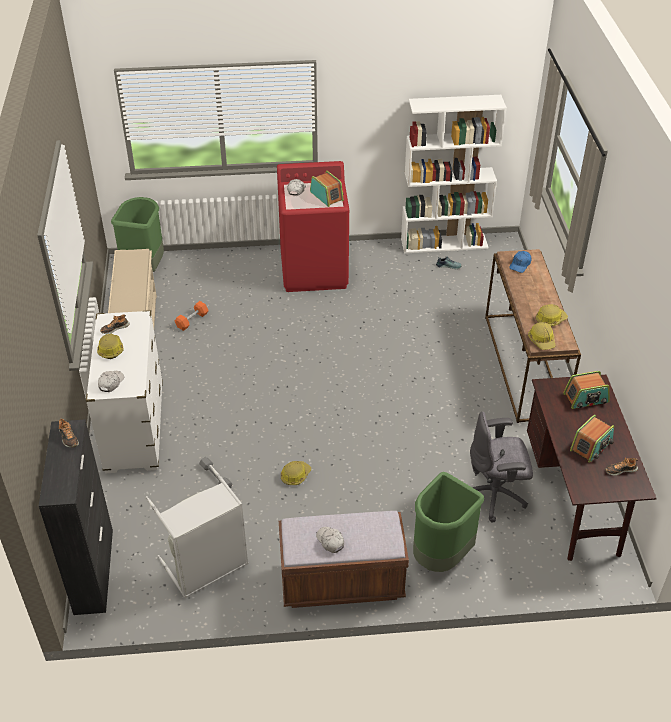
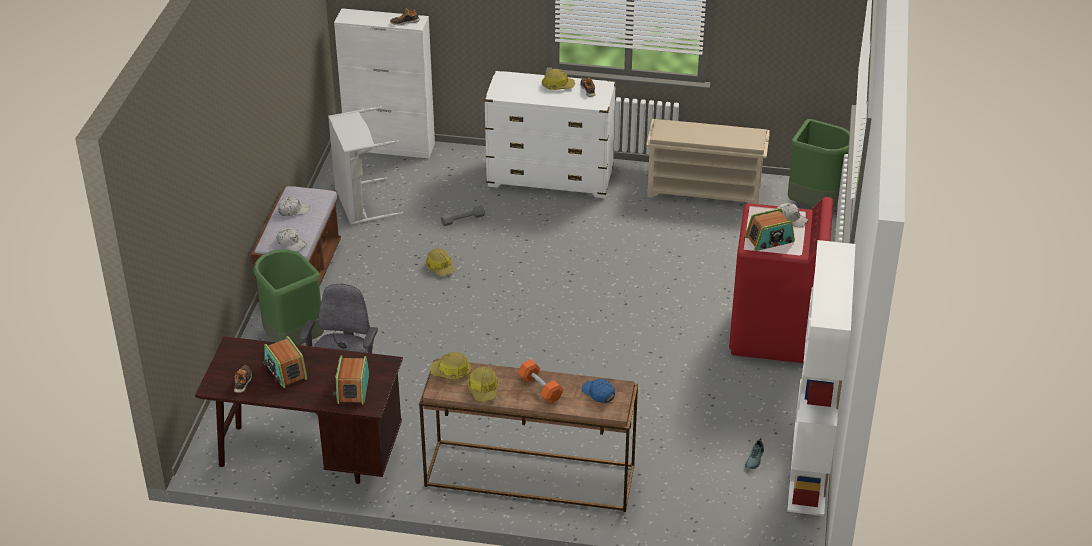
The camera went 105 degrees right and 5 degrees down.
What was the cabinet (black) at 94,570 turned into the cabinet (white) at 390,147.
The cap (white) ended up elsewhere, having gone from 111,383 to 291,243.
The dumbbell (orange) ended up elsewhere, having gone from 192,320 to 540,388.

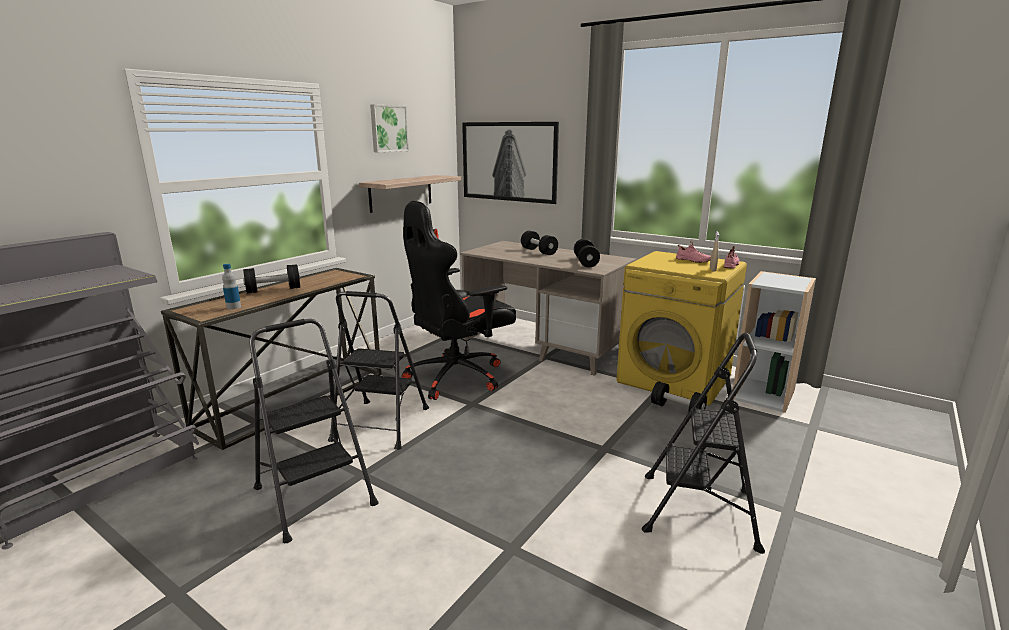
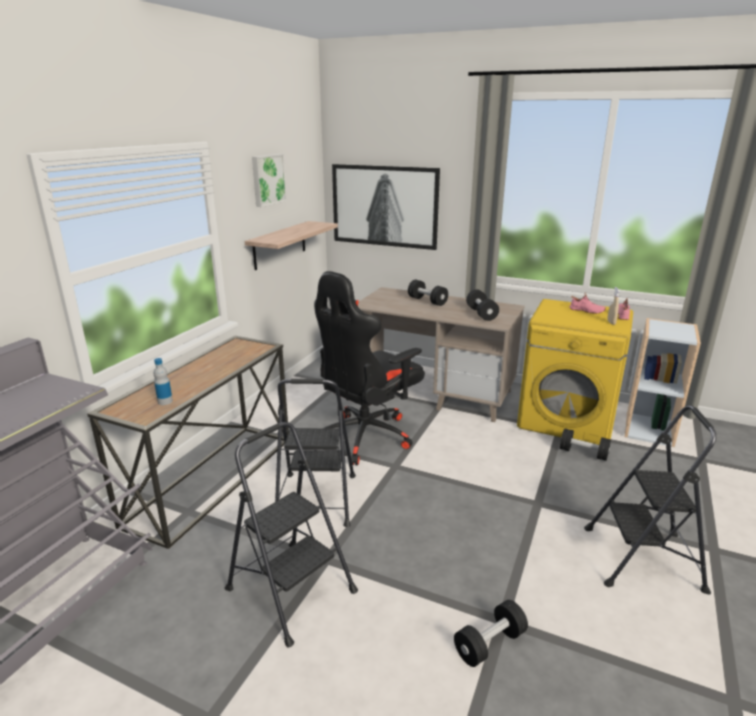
The camera went 10 degrees left and 5 degrees up.
The dumbbell (black) ended up elsewhere, having gone from 273,290 to 489,644.

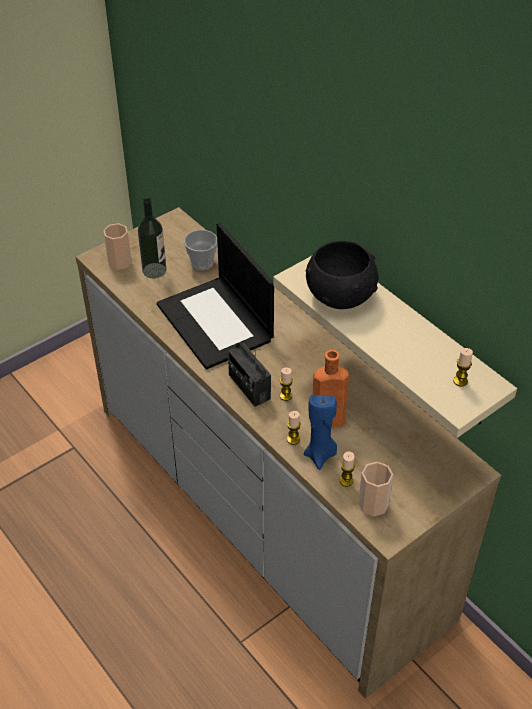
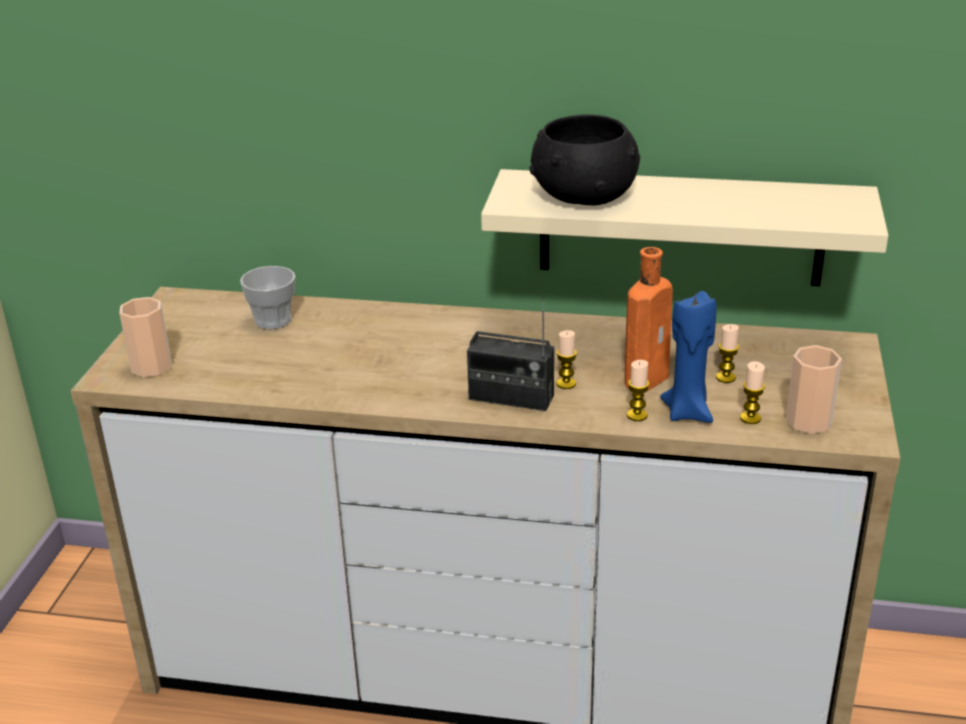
The camera went 40 degrees left and 15 degrees down.
The second view lost the bottle at 154,270.
The second view lost the laptop at 216,323.
The candle ended up elsewhere, having gone from 460,381 to 725,377.

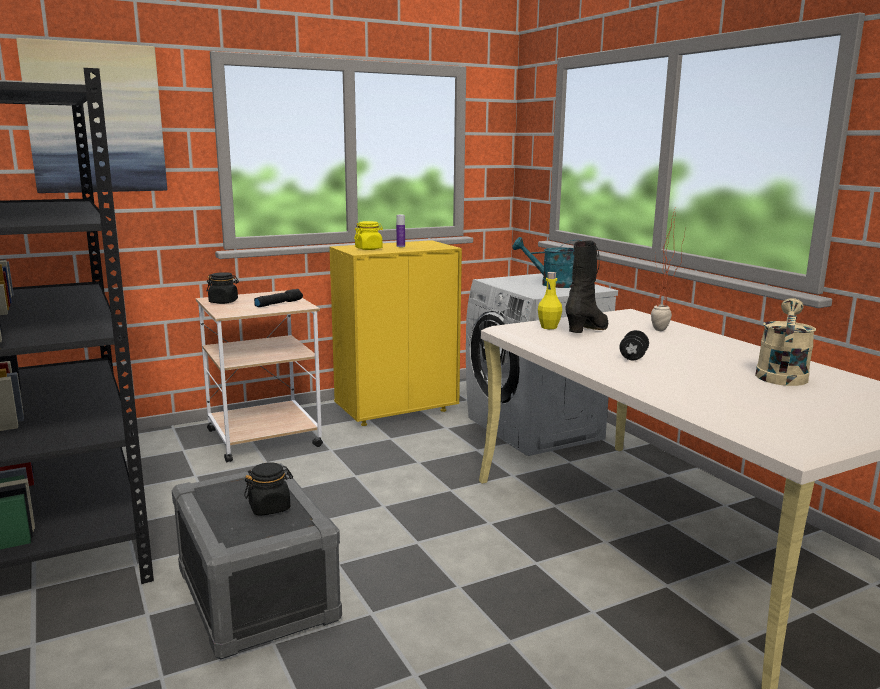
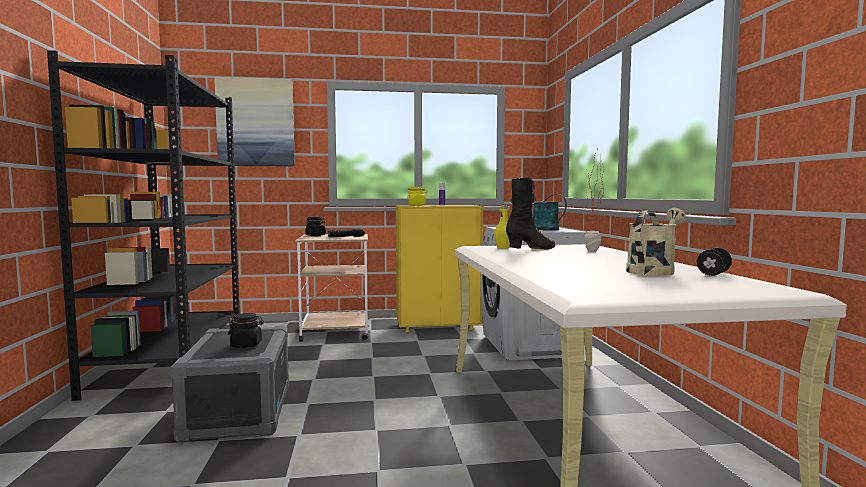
The camera went 20 degrees right and 10 degrees down.
The dumbbell (black) ended up elsewhere, having gone from 633,357 to 713,274.

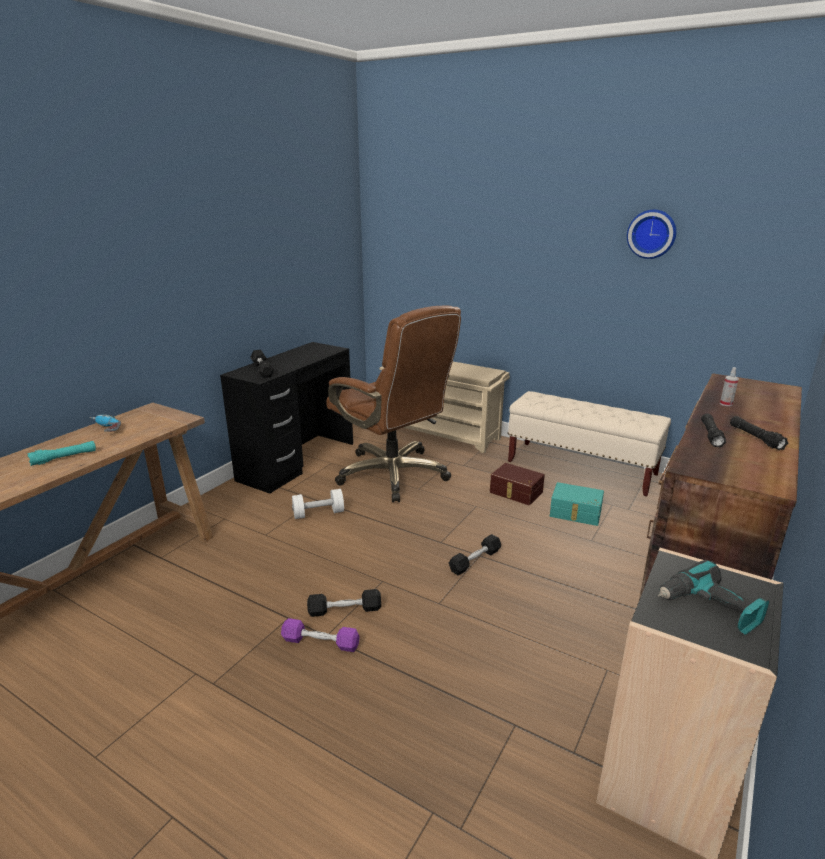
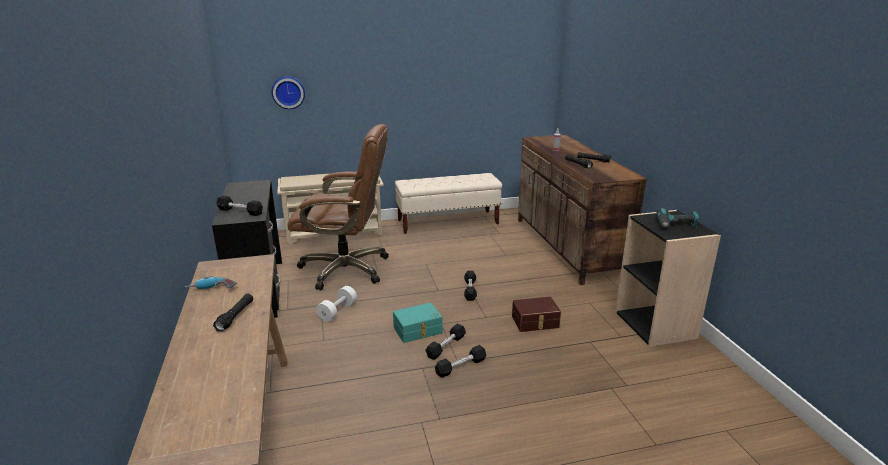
The camera went 45 degrees left and 0 degrees up.
What was the flashlight (turquoise) at 64,458 turned into the flashlight (black) at 235,316.
What was the dumbbell (purple) at 320,642 turned into the dumbbell (black) at 461,366.
The storage box (brown) ended up elsewhere, having gone from 515,492 to 535,322.
The storage box (turquoise) ended up elsewhere, having gone from 575,513 to 418,330.
The wall clock ended up elsewhere, having gone from 652,234 to 288,92.

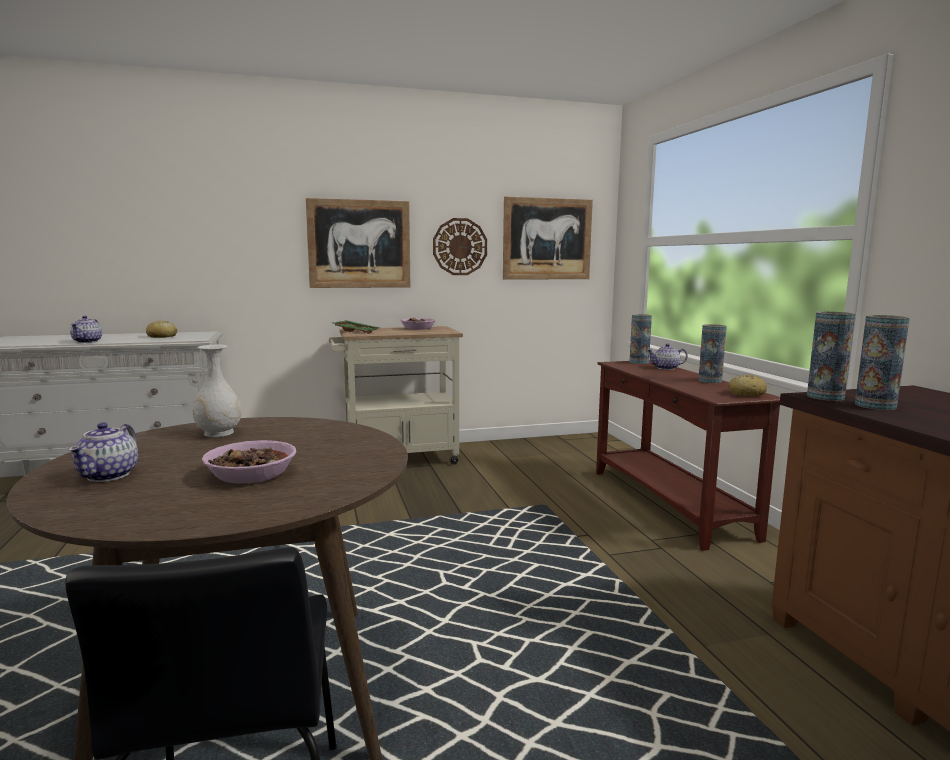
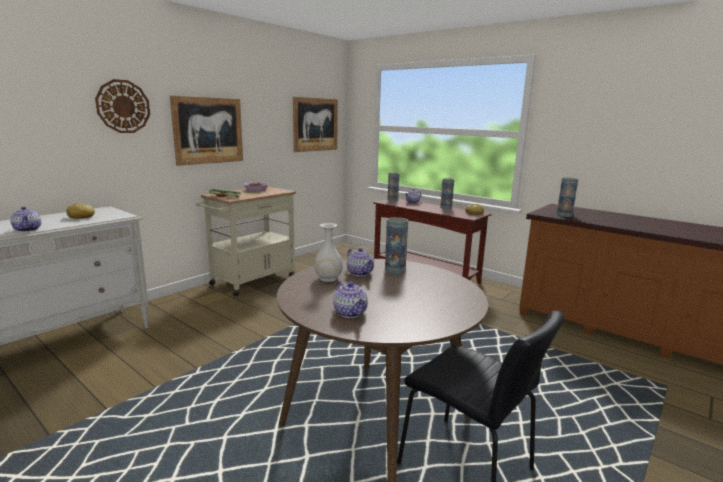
The camera went 35 degrees left and 5 degrees up.
The second view lost the bowl at 251,474.
The wall clock ended up elsewhere, having gone from 460,247 to 123,106.
The vase ended up elsewhere, having gone from 825,396 to 395,270.
The second view gained the teapot at 360,273.

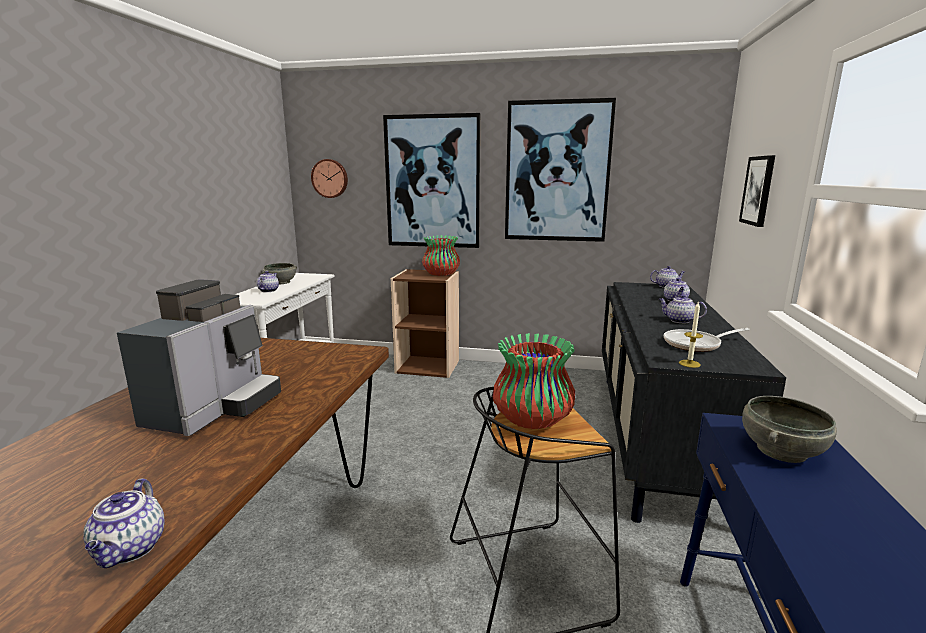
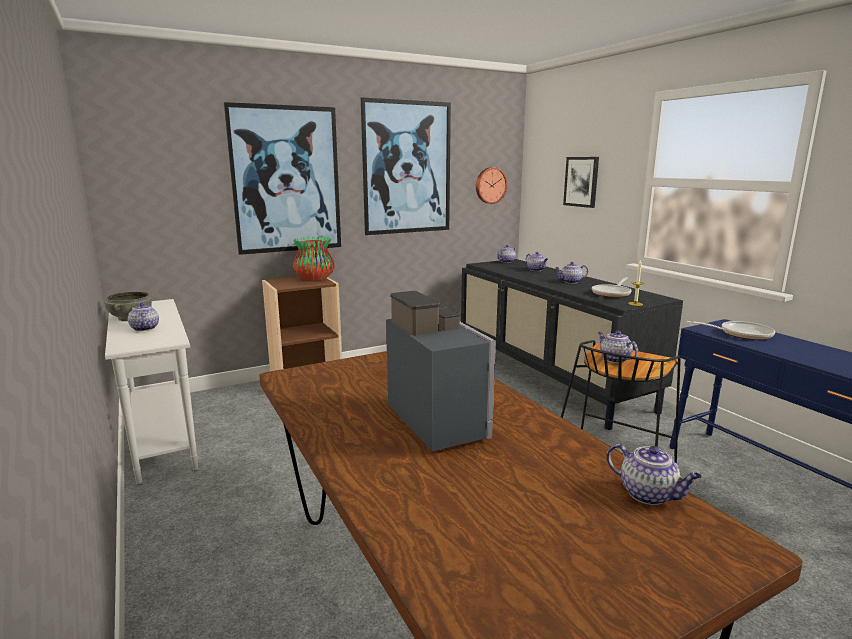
The camera went 40 degrees left and 0 degrees up.
The wall clock ended up elsewhere, having gone from 330,178 to 490,185.
Where the vase stood at 532,419, the teapot came to stand at 614,359.
Where the bowl (grey) stood at 780,450, the frying pan came to stand at 741,334.

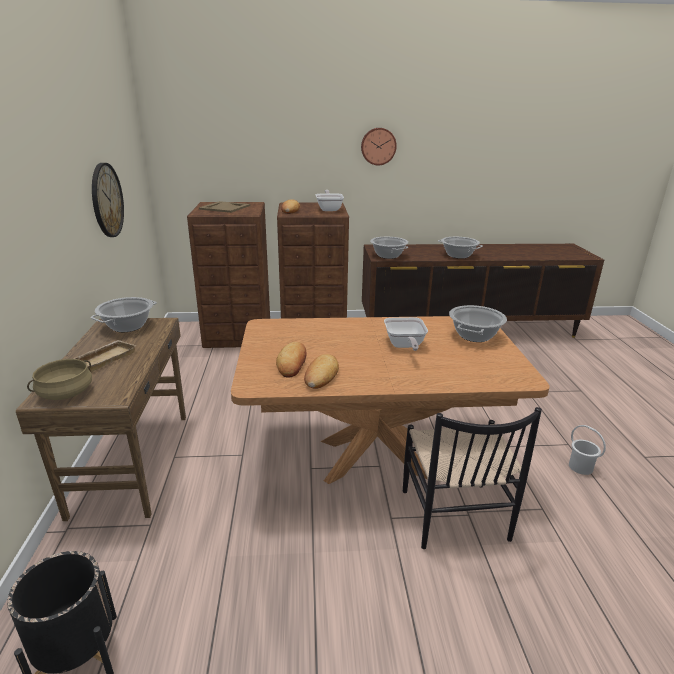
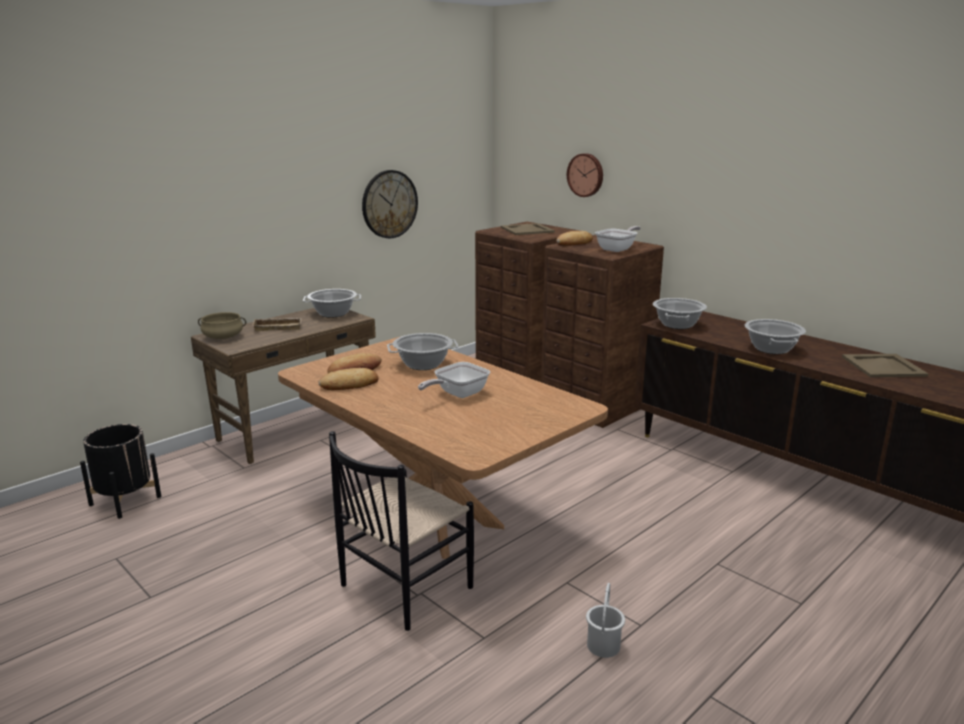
The camera went 50 degrees right and 5 degrees down.
The wall clock ended up elsewhere, having gone from 378,146 to 586,175.
The cooking pot ended up elsewhere, having gone from 474,335 to 423,364.
The second view gained the tray (beige) at 884,366.

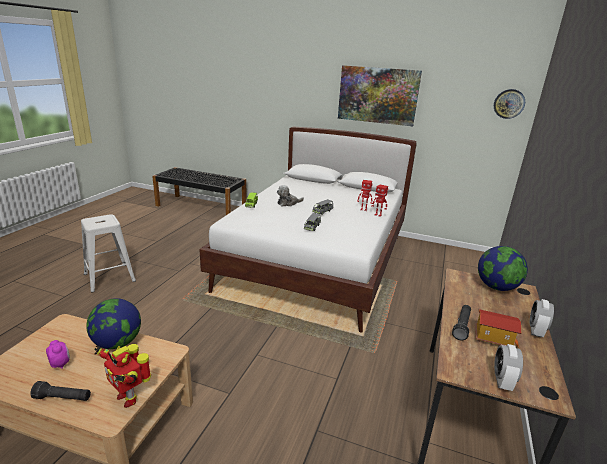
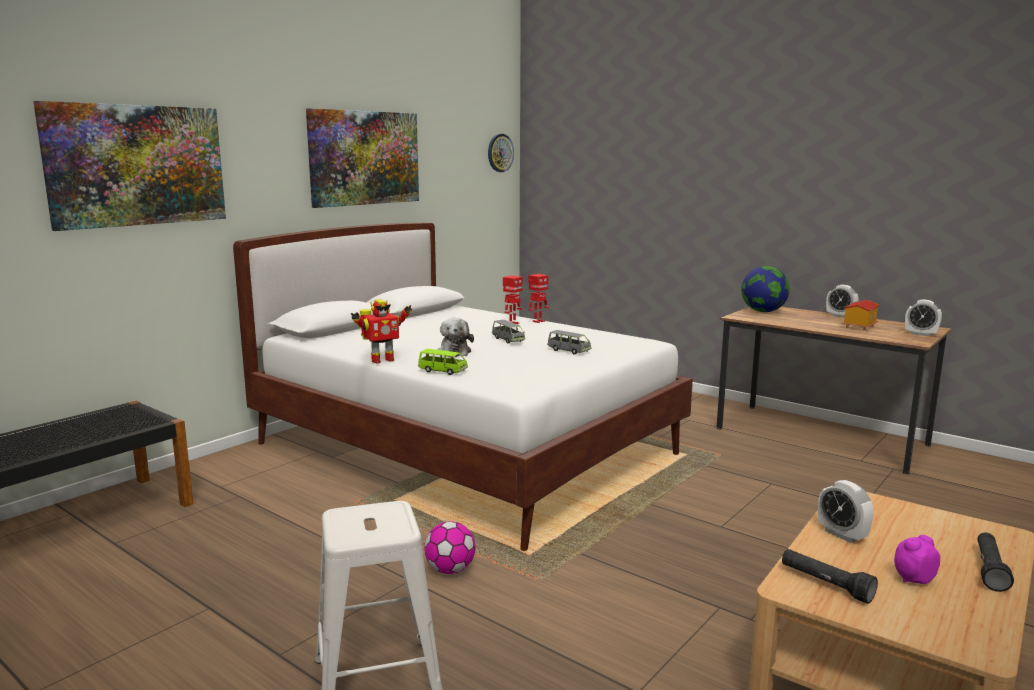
The camera went 70 degrees left and 10 degrees down.
Where the globe stood at 117,343, the alarm clock came to stand at 842,534.
The toy robot ended up elsewhere, having gone from 128,397 to 381,360.
The flashlight (black) ended up elsewhere, having gone from 461,326 to 825,584.
The second view gained the picture at 137,165.
The second view gained the football at 450,570.

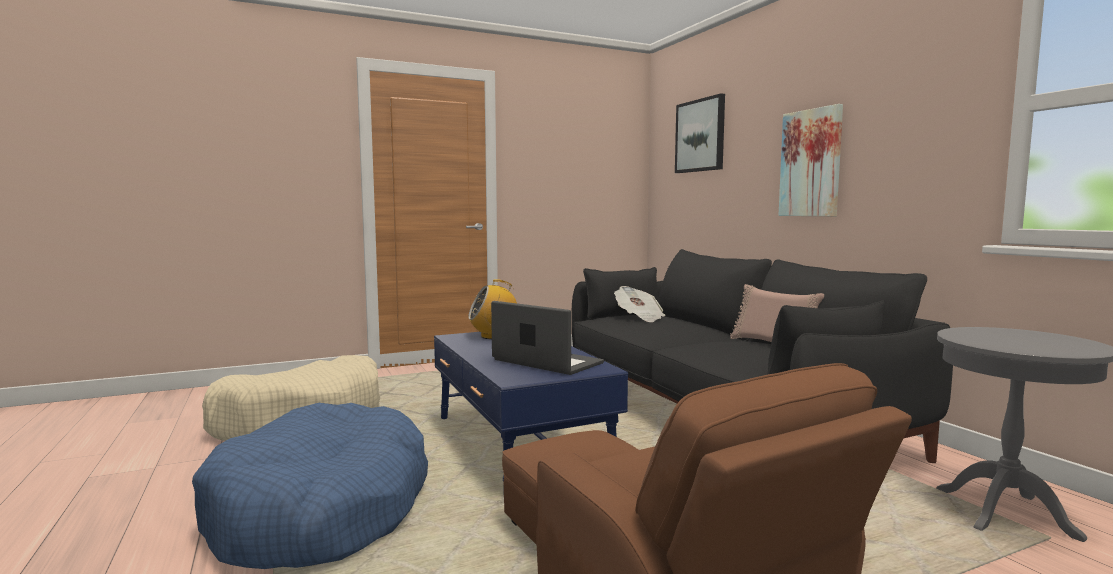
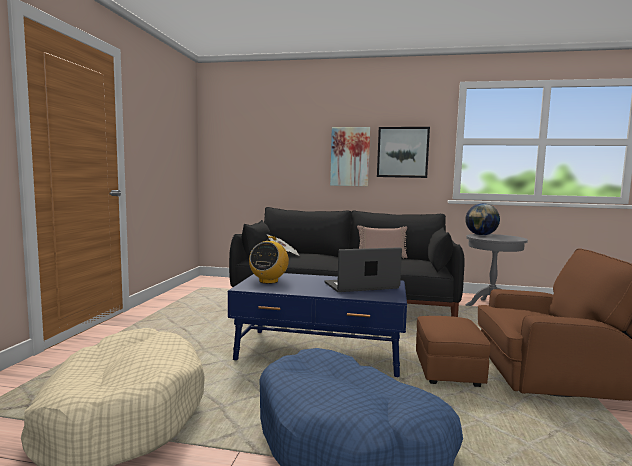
The camera went 55 degrees left and 0 degrees up.
The picture ended up elsewhere, having gone from 700,135 to 402,152.
The second view gained the globe at 481,235.

